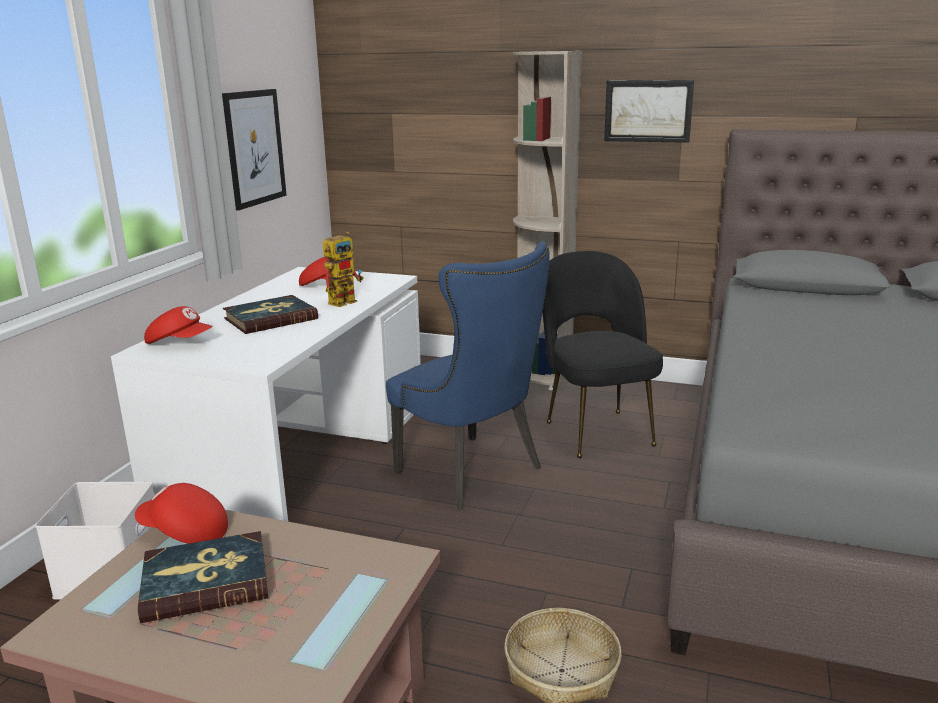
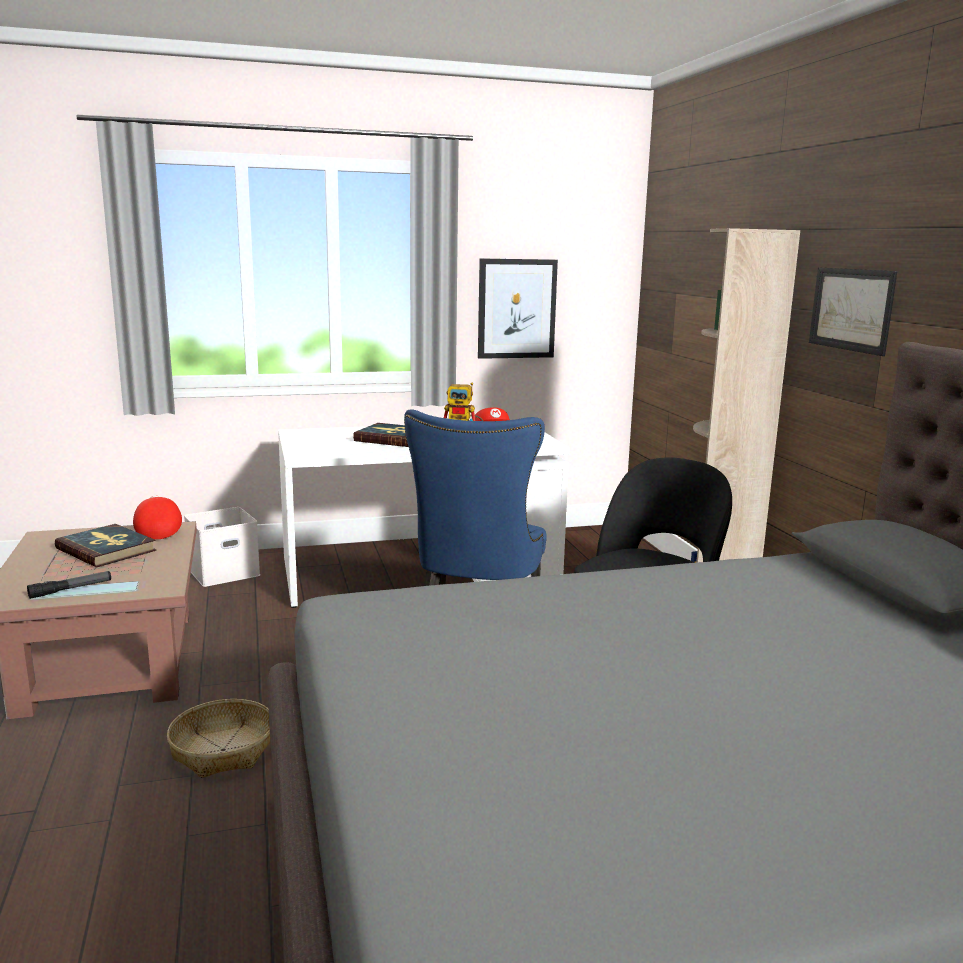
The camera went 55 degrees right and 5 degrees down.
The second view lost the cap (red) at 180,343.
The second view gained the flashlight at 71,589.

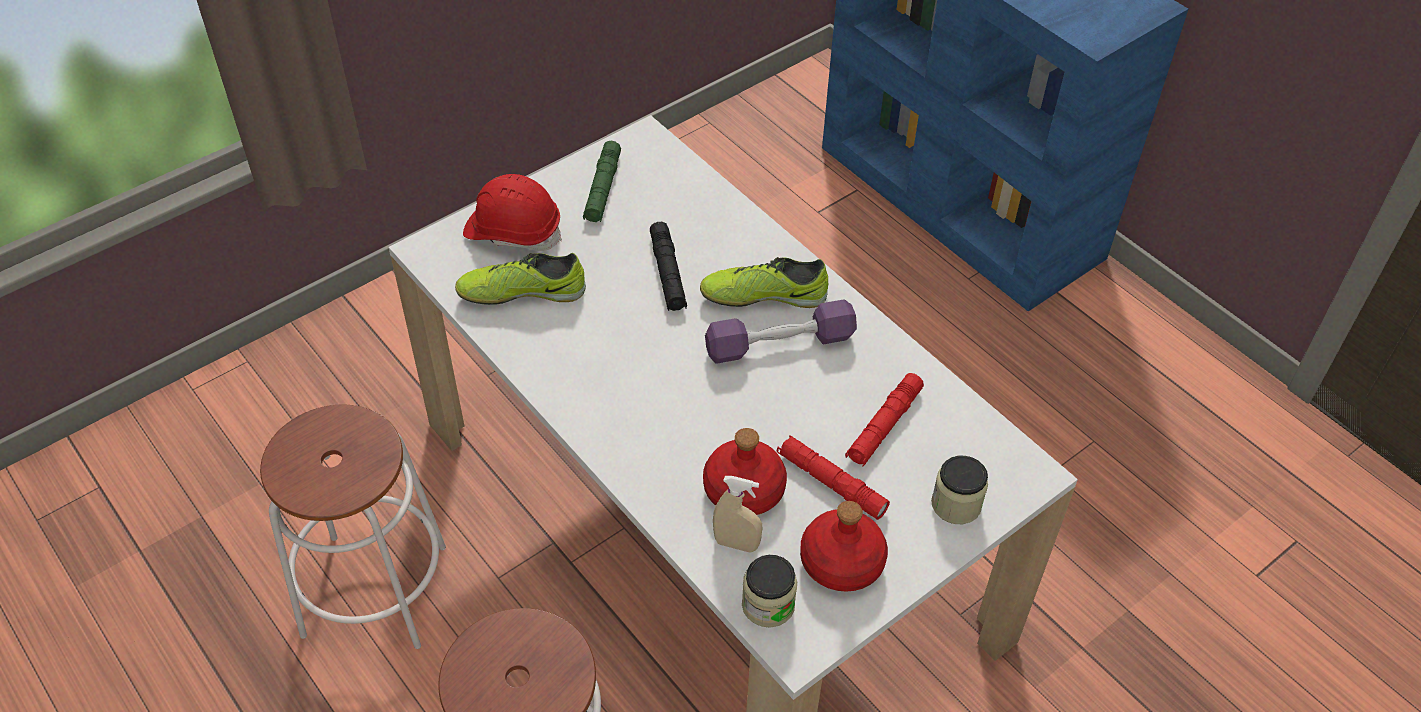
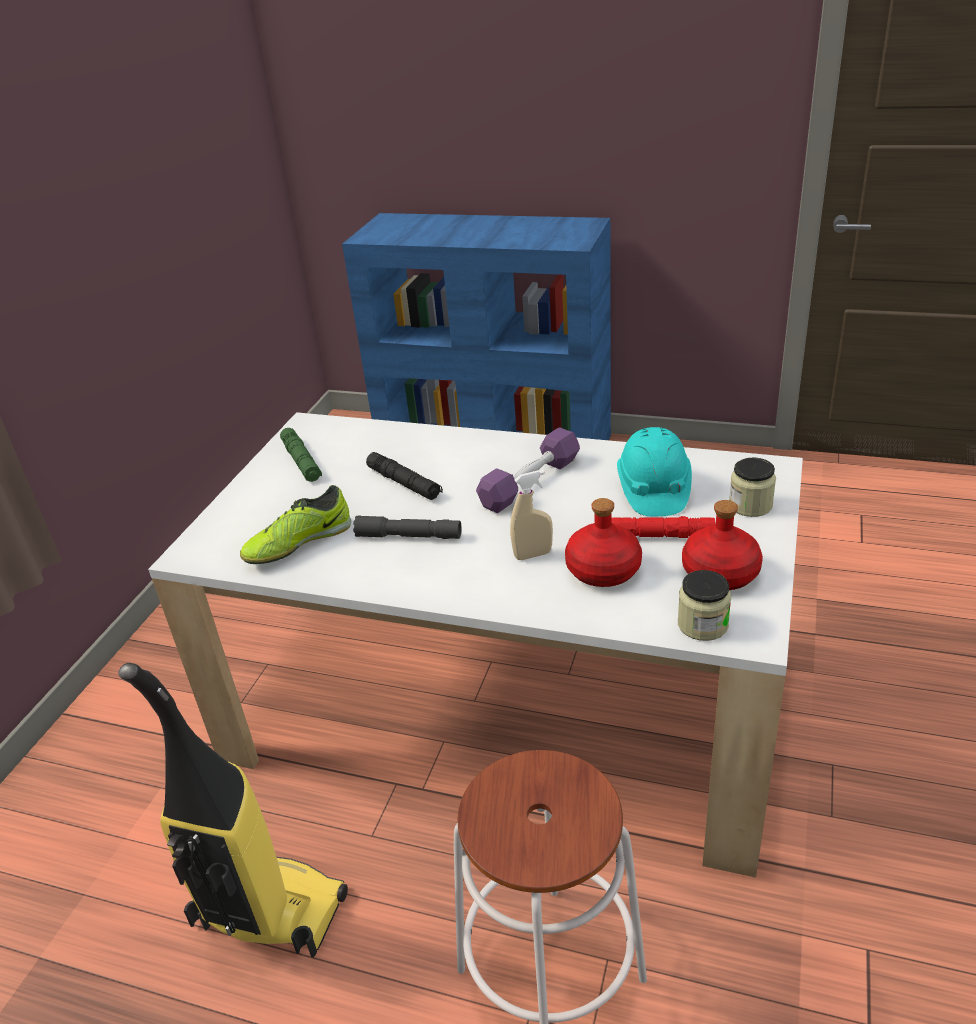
The camera went 30 degrees left and 15 degrees down.
Where the stool (white) stood at 374,590, the vacuum cleaner came to stand at 267,912.
The second view lost the hard hat (red) at 513,231.
The second view lost the shoe at 763,295.
The spray bottle (beige) ended up elsewhere, having gone from 736,544 to 533,555.
Where the flashlight (red) stood at 884,426, the hard hat (turquoise) came to stand at 653,490.
The second view gained the flashlight (grey) at 408,536.

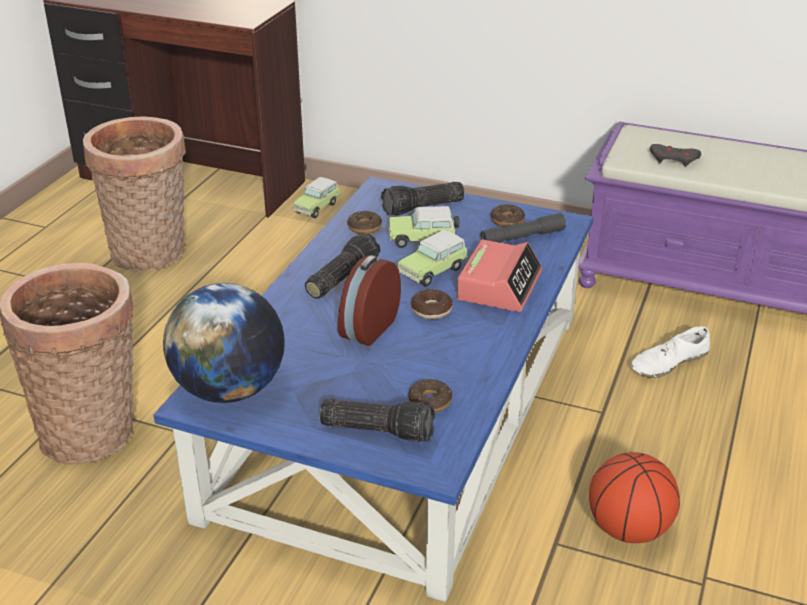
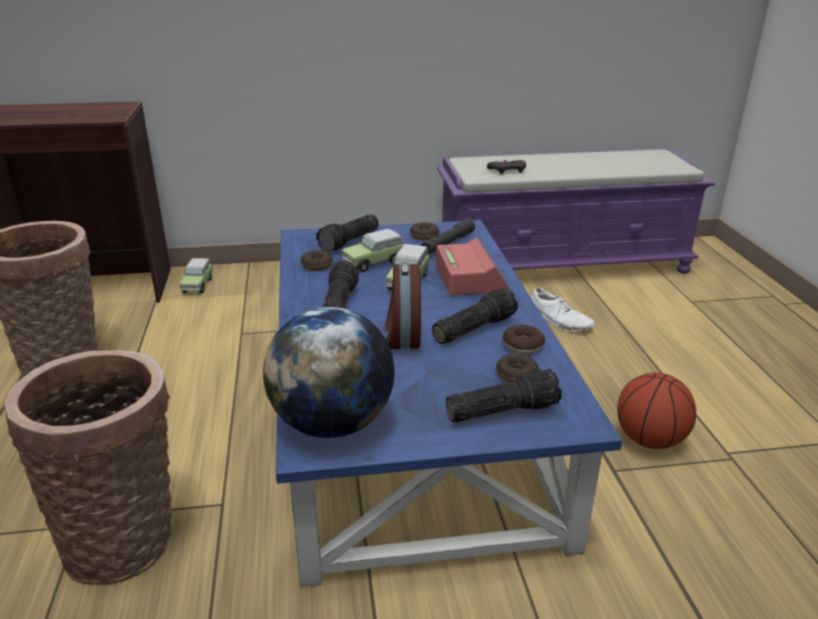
The camera went 30 degrees left and 5 degrees down.
The donut ended up elsewhere, having gone from 431,310 to 523,345.
The shoe (white) at 668,362 ended up facing another way, 75 degrees counterclockwise from before.
The second view gained the flashlight at 473,328.

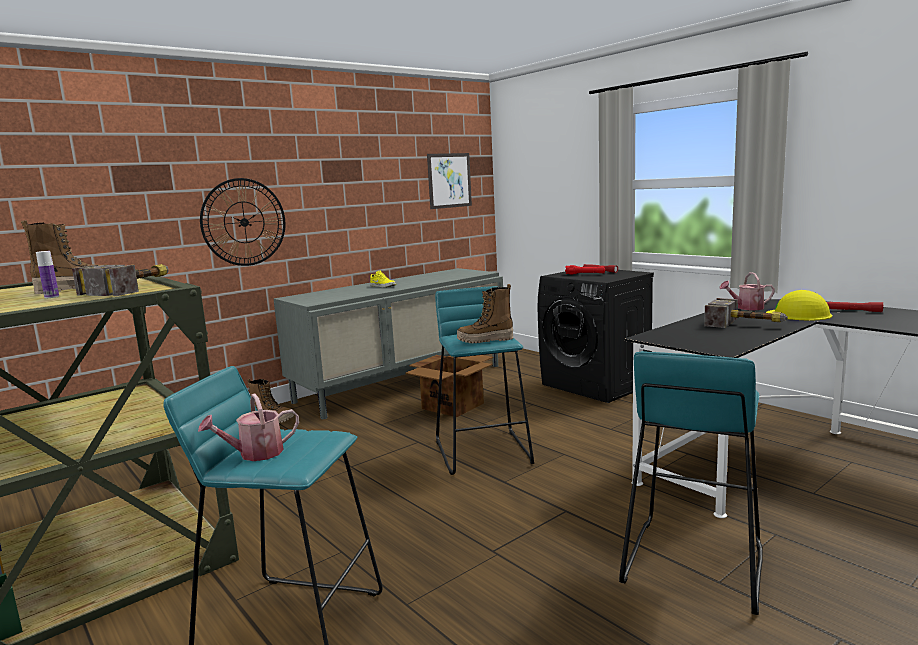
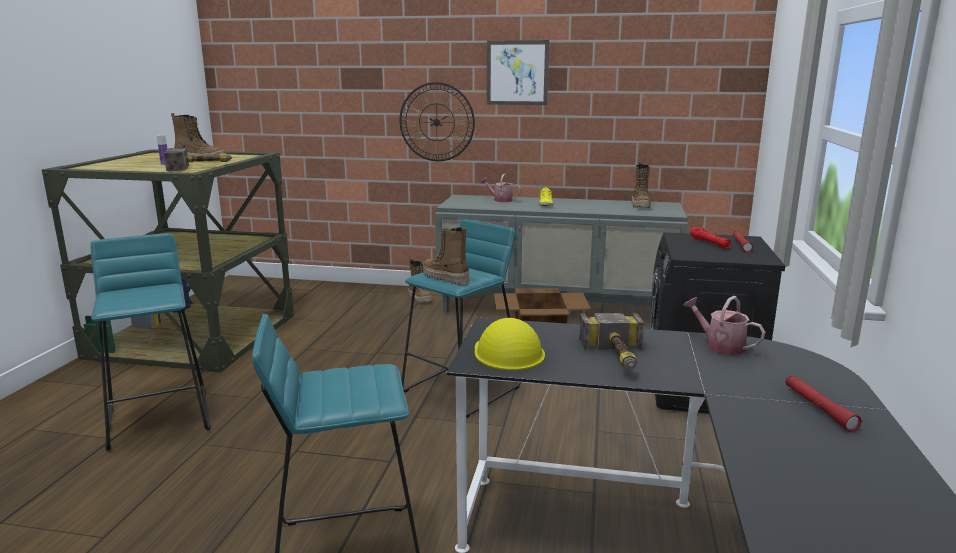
The camera went 50 degrees right and 5 degrees up.
The watering can ended up elsewhere, having gone from 255,454 to 500,200.
The picture ended up elsewhere, having gone from 449,180 to 517,72.
The hard hat (yellow) ended up elsewhere, having gone from 799,315 to 508,352.
The second view gained the boot at 640,206.

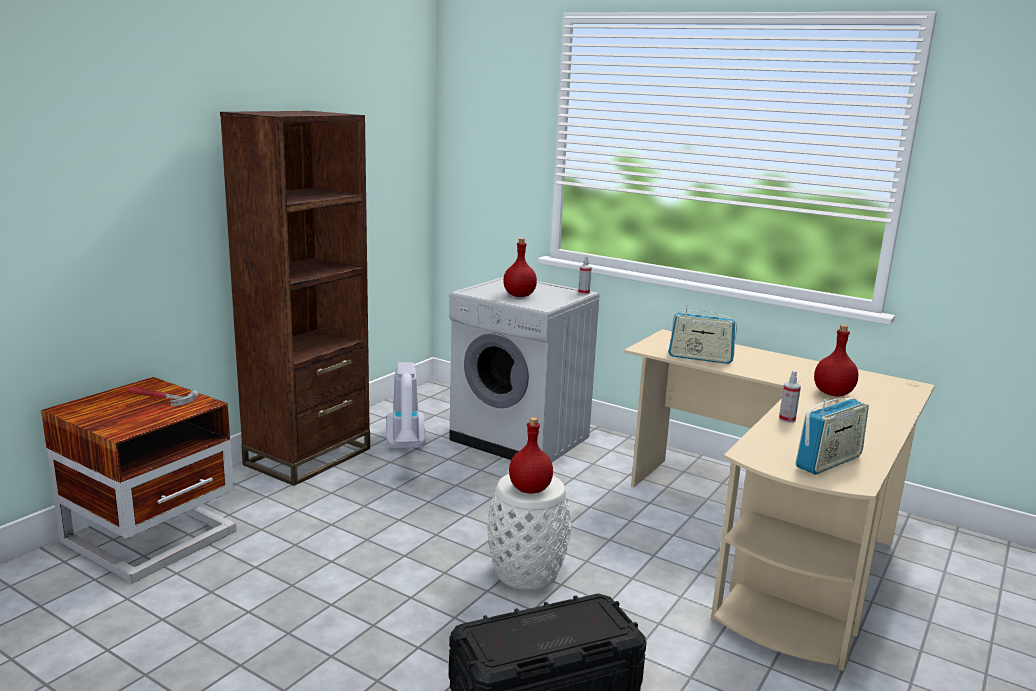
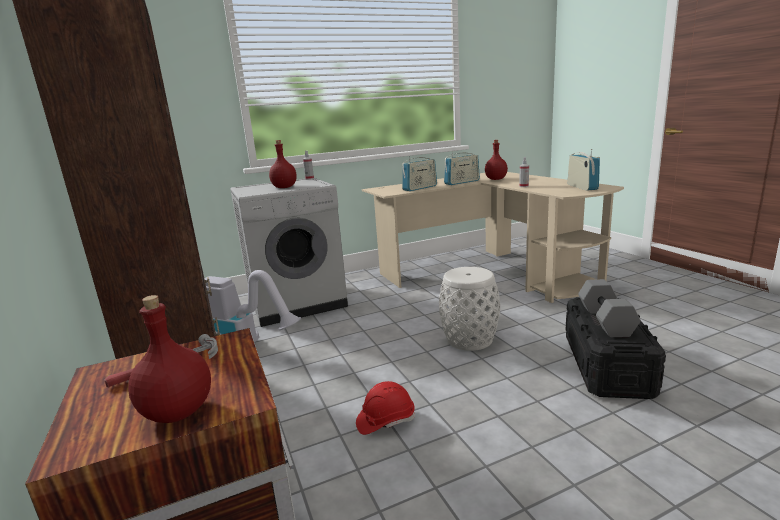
The camera went 55 degrees left and 0 degrees up.
The bottle (red) ended up elsewhere, having gone from 530,489 to 179,412.
The second view gained the hard hat (red) at 385,420.
The second view gained the radio at 462,182.
The second view gained the dumbbell (grey) at 604,320.

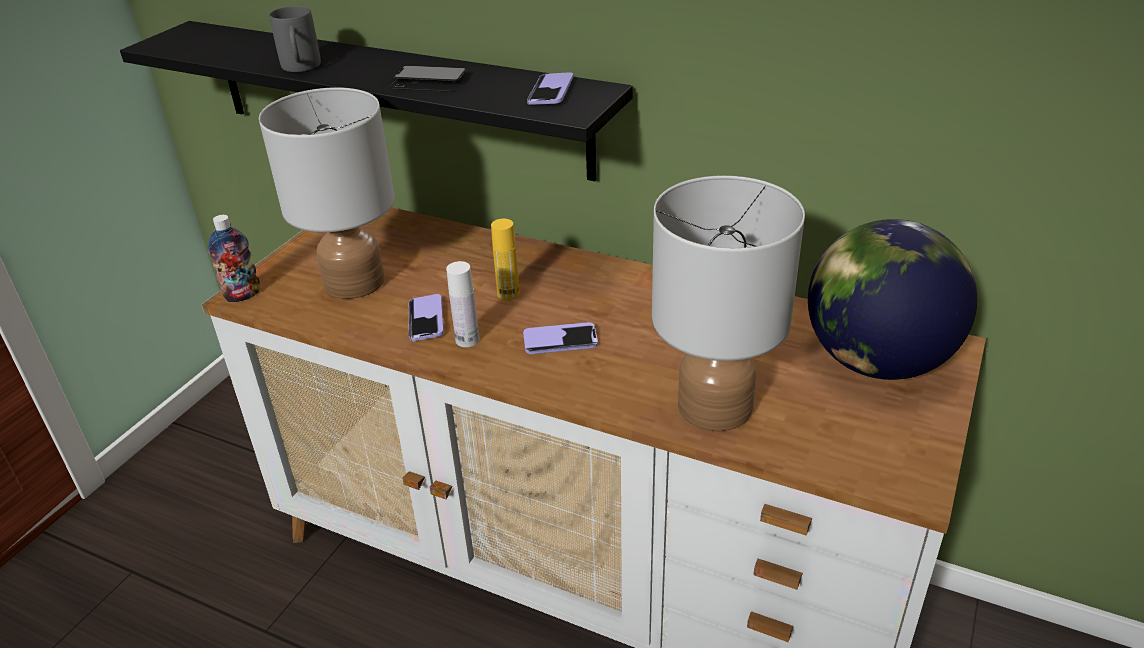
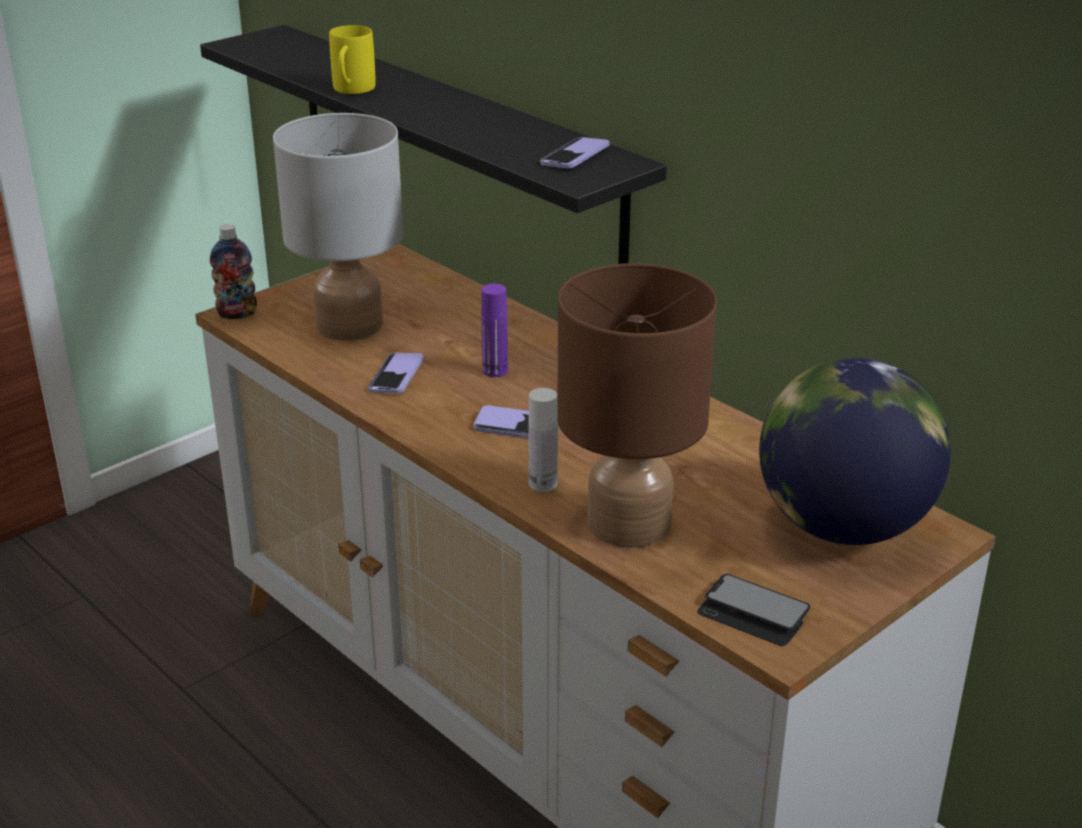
The camera went 20 degrees right and 5 degrees down.
What was the mug (grey) at 301,68 turned into the mug (yellow) at 351,91.
The phone ended up elsewhere, having gone from 429,81 to 753,613.
The bottle (white) ended up elsewhere, having gone from 467,340 to 543,483.
What was the bottle (yellow) at 508,294 turned into the bottle (purple) at 495,371.
What was the table lamp (grey) at 713,407 turned into the table lamp (brown) at 627,523.

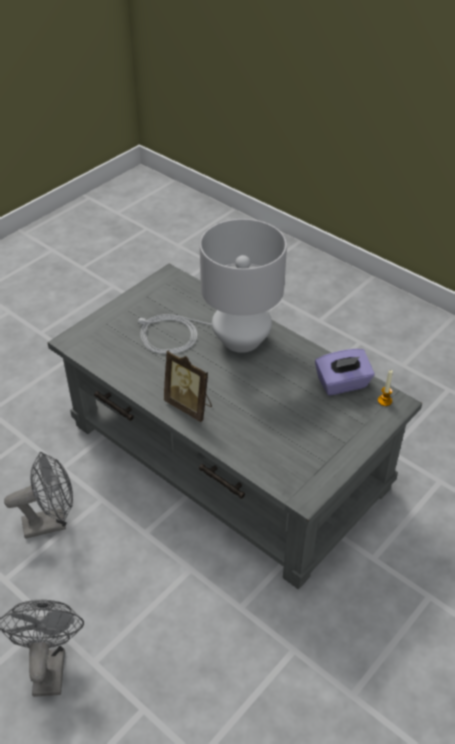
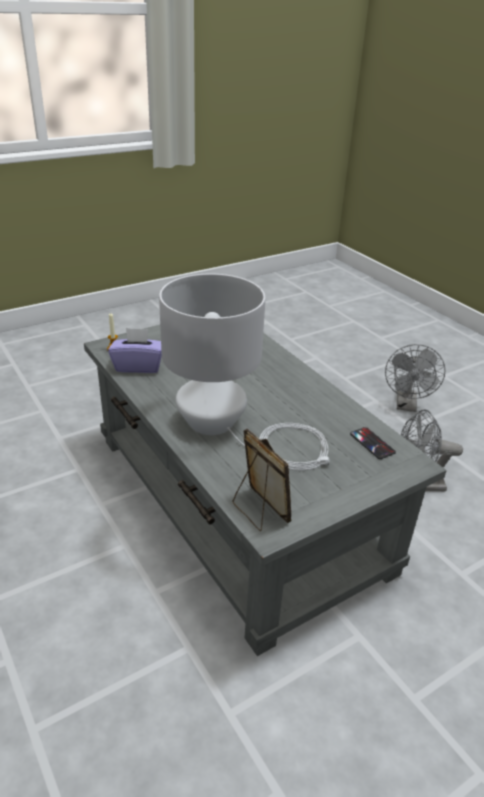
The camera went 165 degrees left and 10 degrees down.
The picture frame ended up elsewhere, having gone from 190,406 to 258,511.
The second view gained the phone at 372,443.

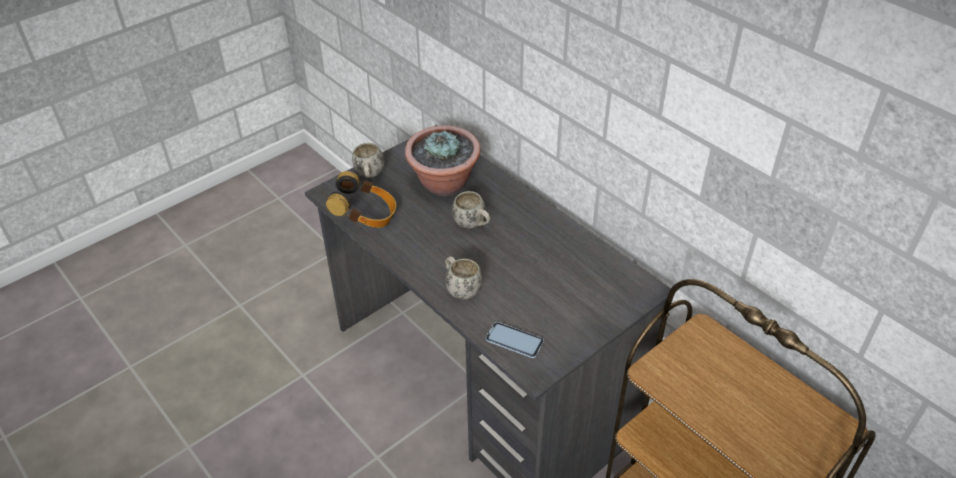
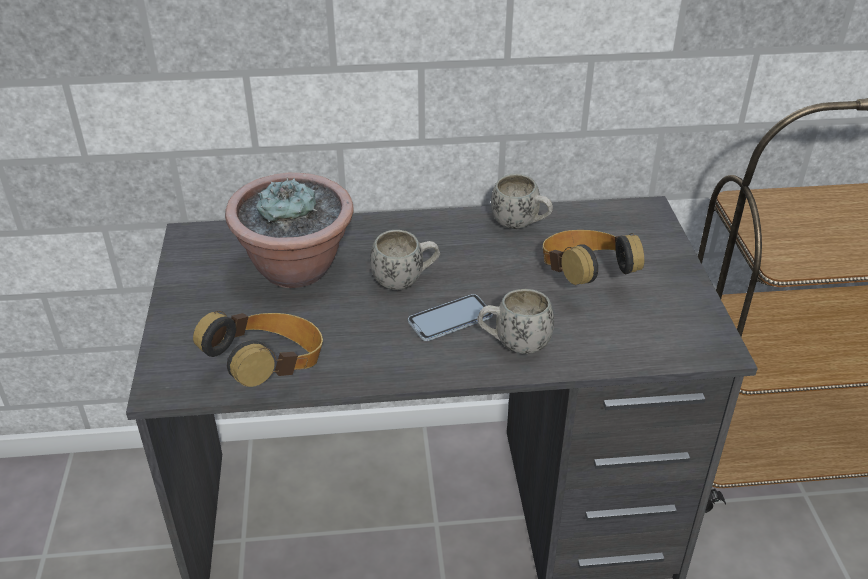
The camera went 55 degrees left and 5 degrees down.
The mug (white) ended up elsewhere, having gone from 369,176 to 521,225.
The phone ended up elsewhere, having gone from 514,341 to 450,319.
The second view gained the headphones at 584,278.

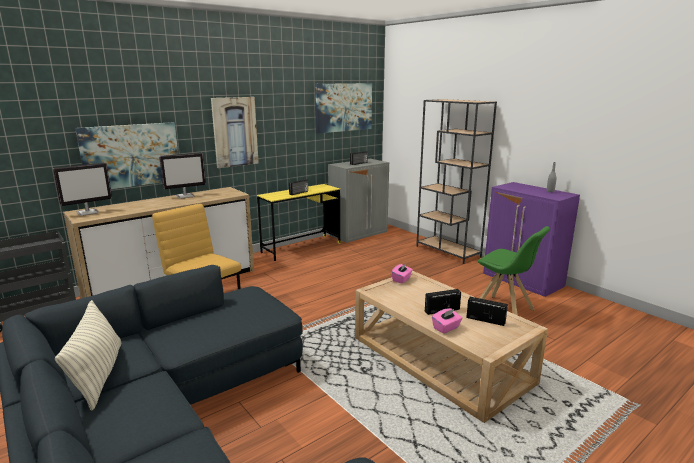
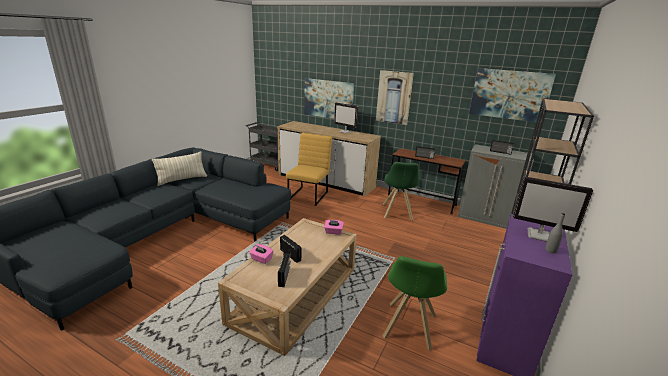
The camera went 65 degrees right and 5 degrees up.
The monitor ended up elsewhere, having gone from 88,212 to 539,235.
What was the desk (yellow) at 301,248 turned into the desk (brown) at 421,202.
The second view gained the chair (green) at 397,212.

